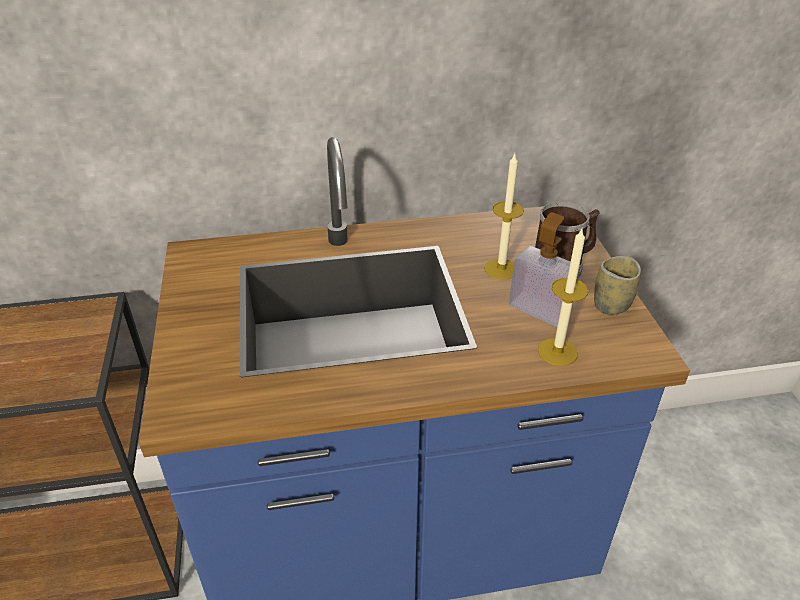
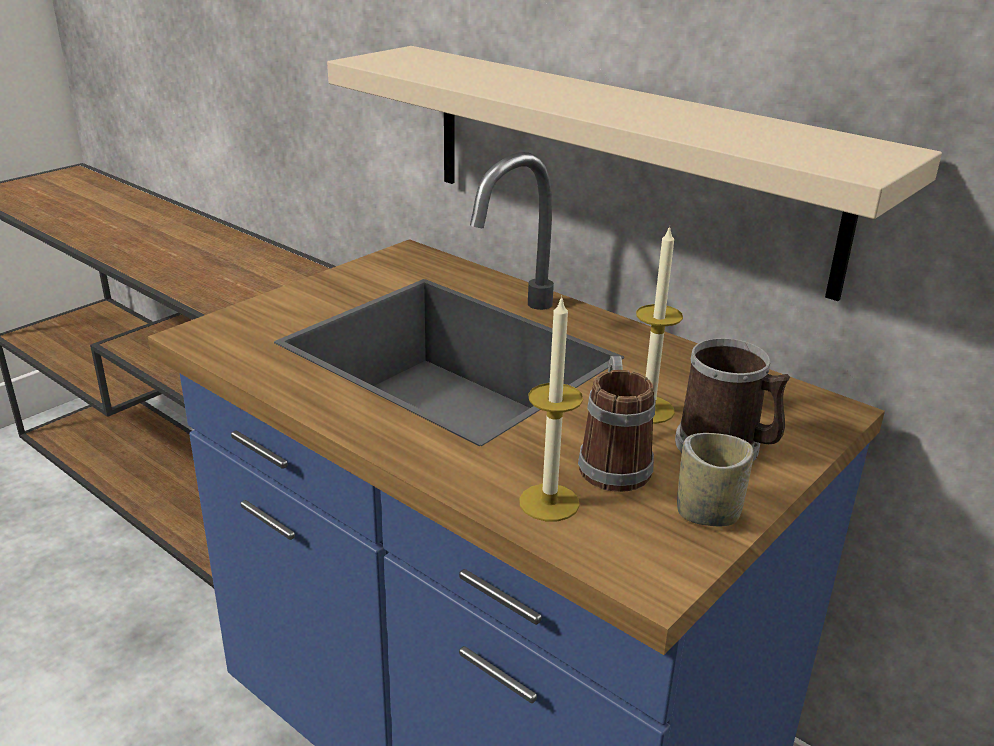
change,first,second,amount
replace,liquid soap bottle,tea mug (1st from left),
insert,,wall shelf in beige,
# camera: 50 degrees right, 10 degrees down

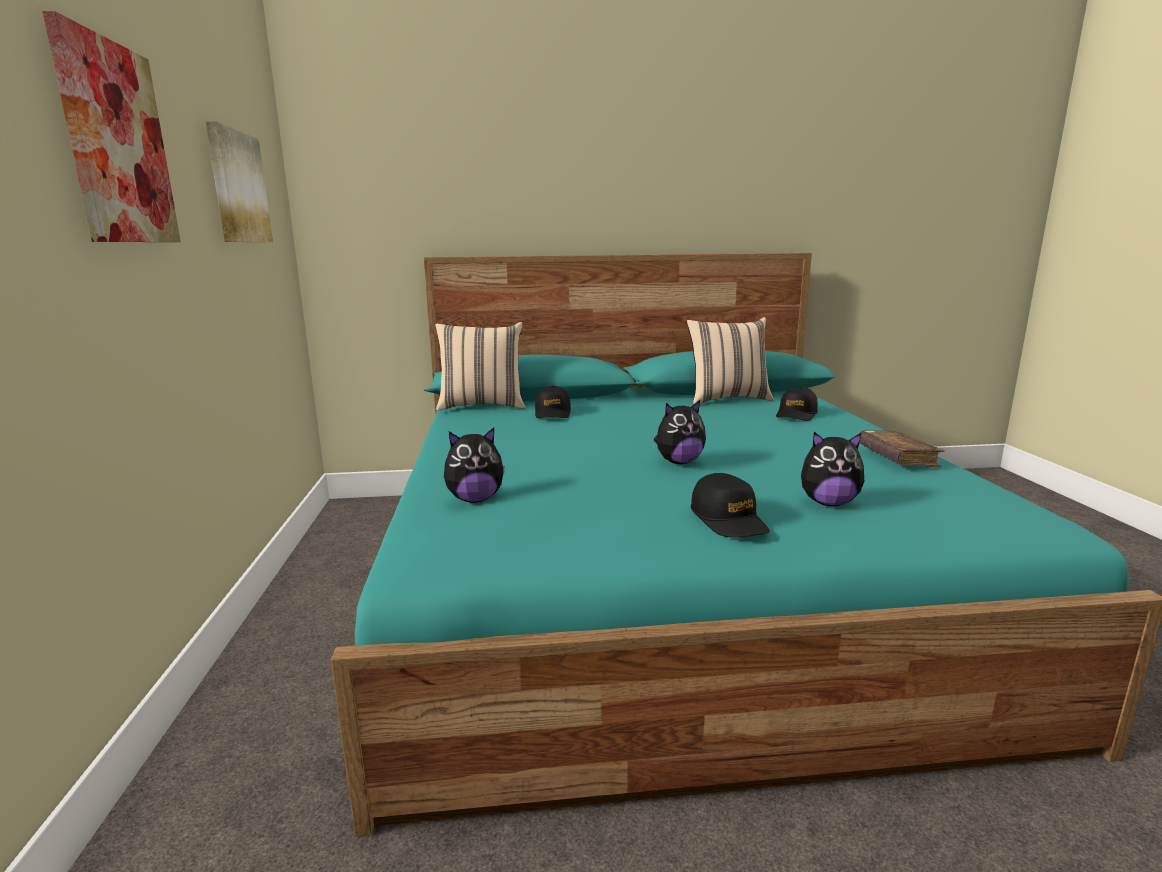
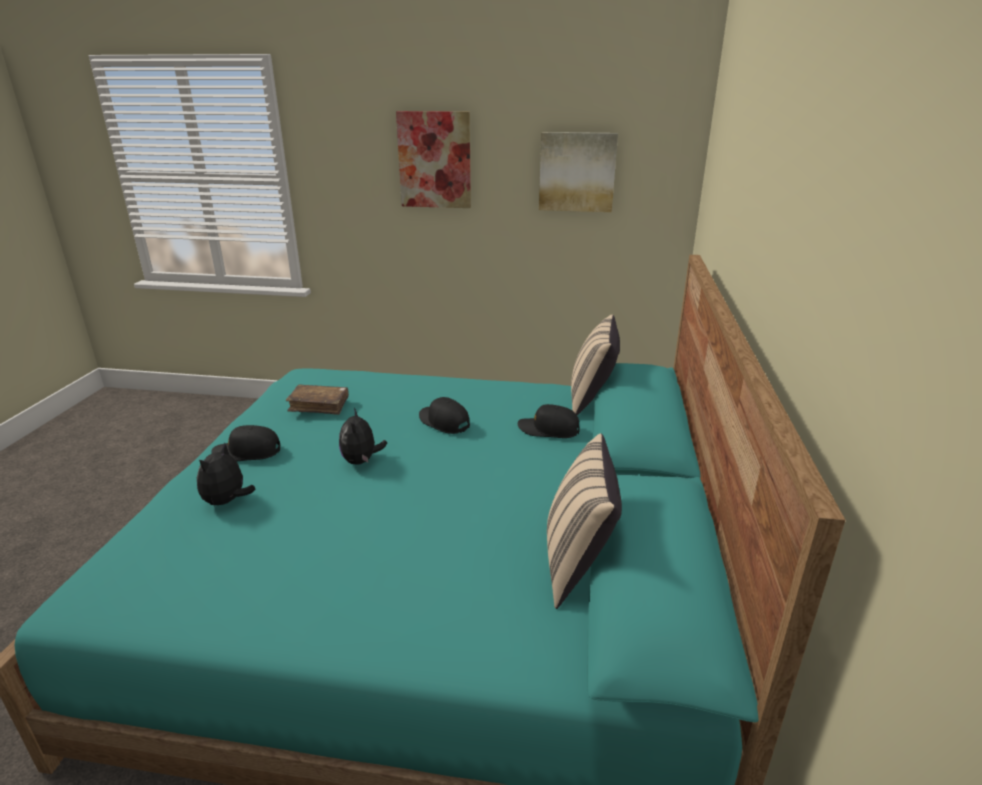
change,first,second,amount
move,cap in blackish (3rd from left in the first image),cap in blackish (2nd from left),
delete,soft toy (1st from left),,
move,bound book in brownish,,
# camera: 105 degrees right, 10 degrees up

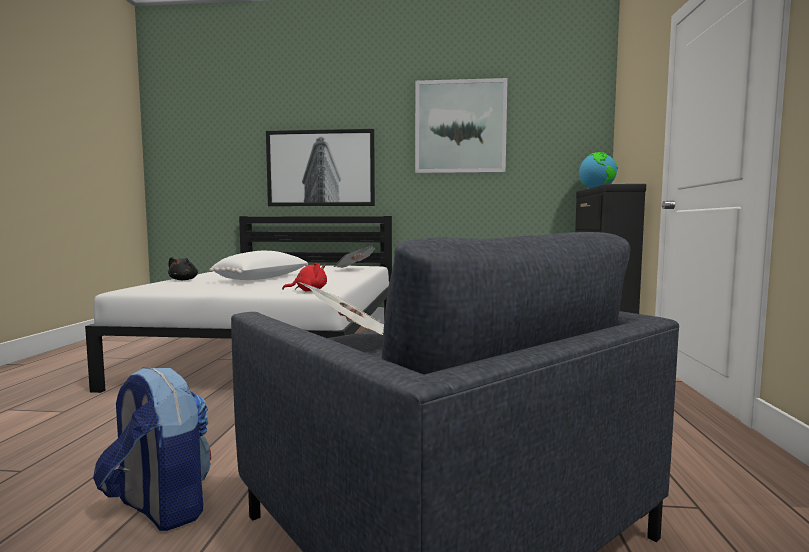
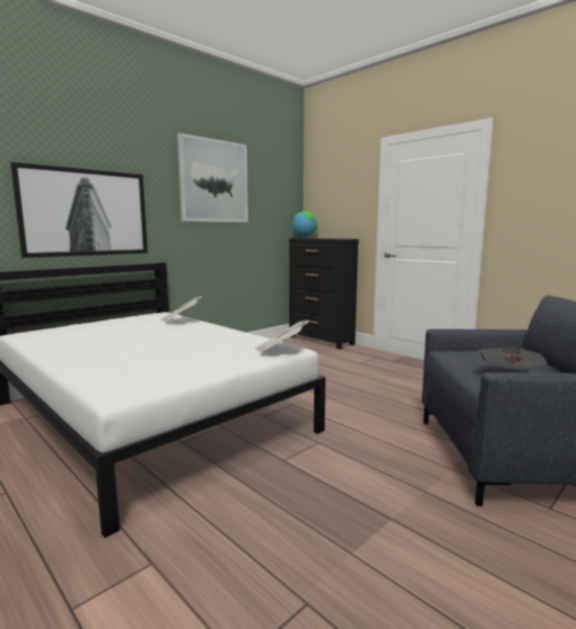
change,first,second,amount
delete,cushion in white,,
delete,soft toy in blackish,,
replace,soft toy in reddish,newspaper (2nd from left),
delete,knapsack,,
# camera: 50 degrees left, 5 degrees up

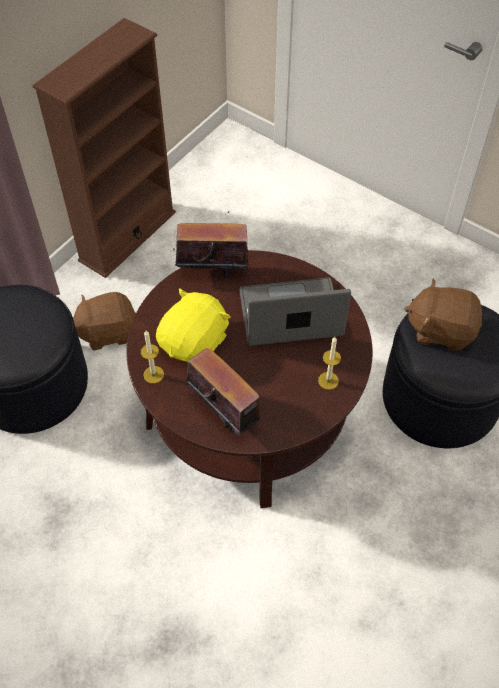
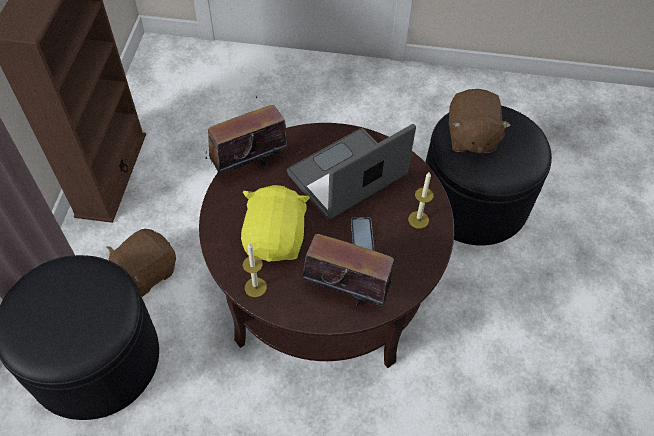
change,first,second,amount
rotate,soft toy in brownish (2nd from left),,75 degrees counterclockwise
insert,,telephone,
# camera: 30 degrees left, 0 degrees up

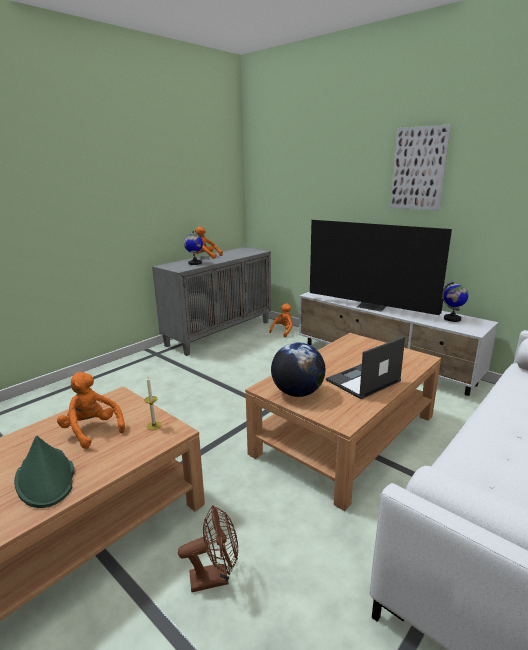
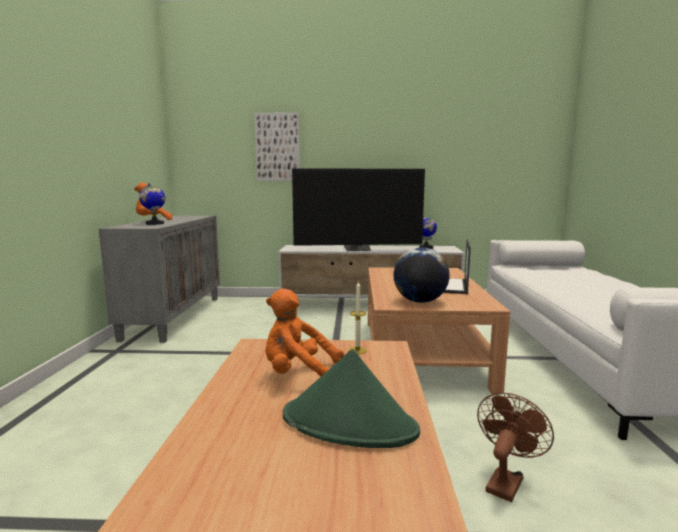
change,first,second,amount
move,wall art,,
delete,soft toy in orange (3rd from left),,
# camera: 40 degrees left, 10 degrees down

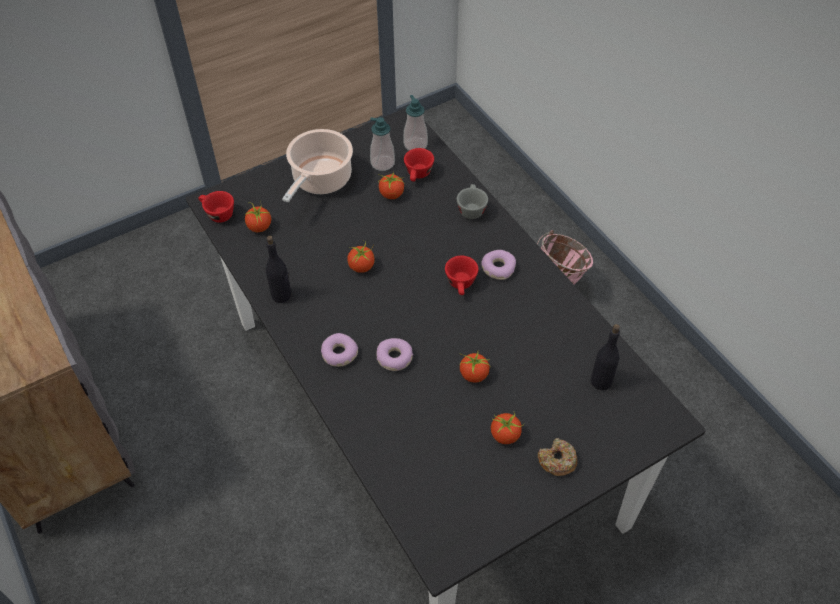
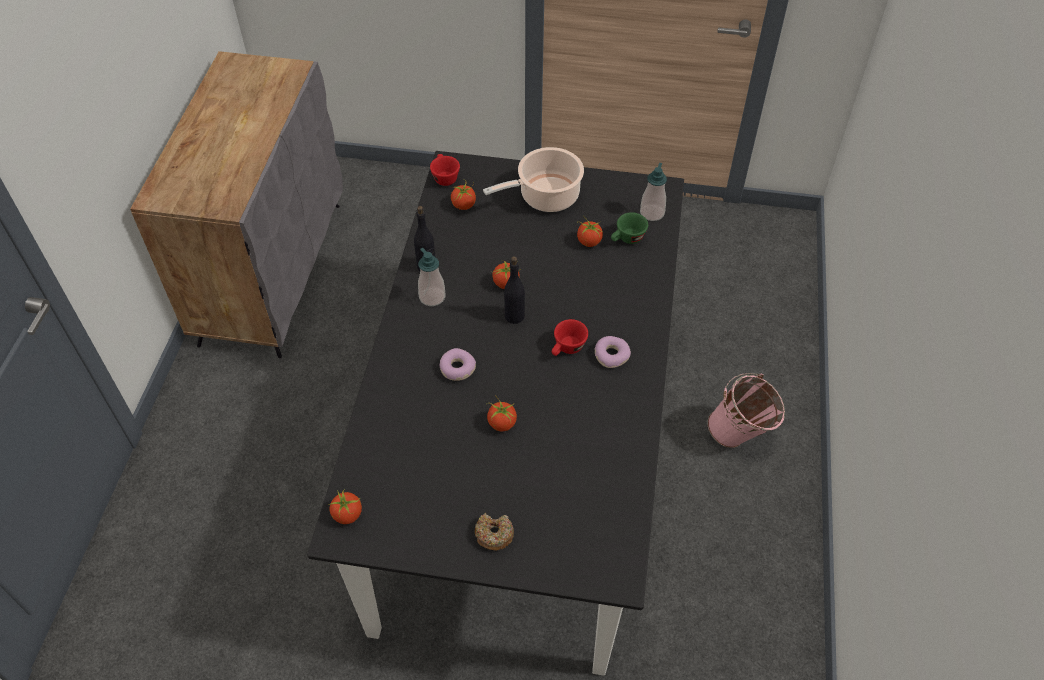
change,first,second,amount
move,liquid soap bottle (1st from left),,
recolor,drinking cup in reddish (2nd from left),drinking cup in greenish,
delete,drinking cup in gray,,
move,drink bottle in blackish (2nd from left),,
delete,doughnut (1st from left),,
move,fresh tomato (5th from left in the first image),fresh tomato (1st from left),
# camera: 40 degrees right, 0 degrees up

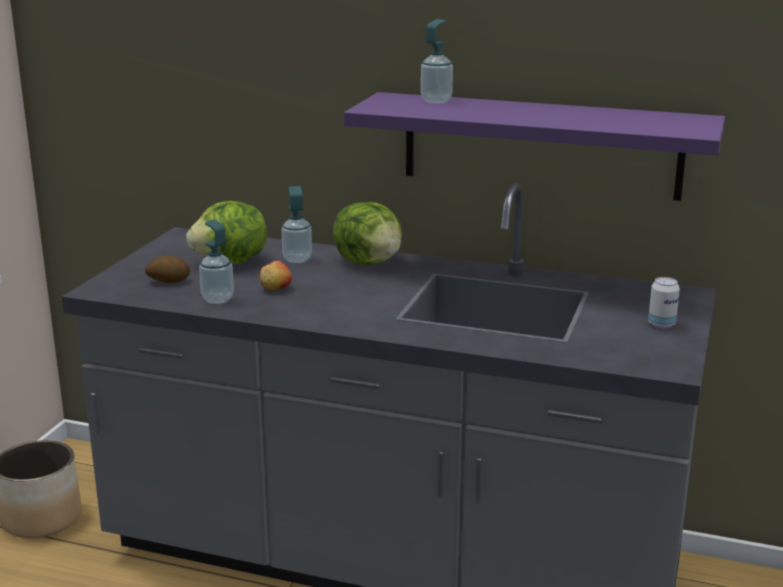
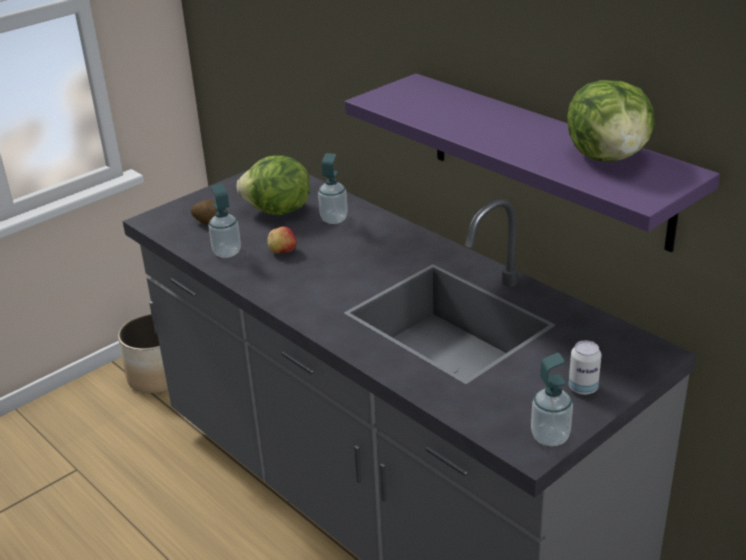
change,first,second,amount
move,liquid soap bottle (3rd from left),,
move,head of lettuce (2nd from left),,
# camera: 30 degrees right, 10 degrees up

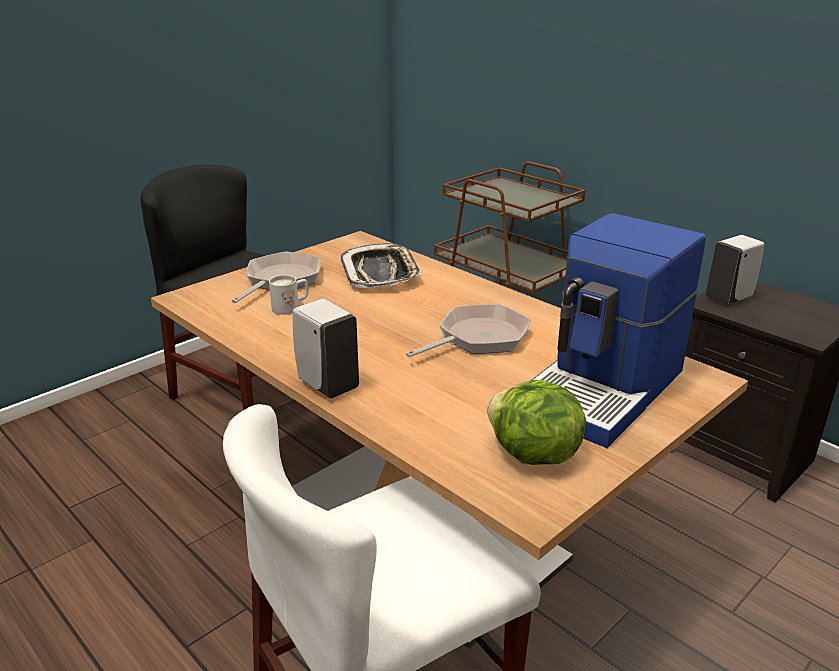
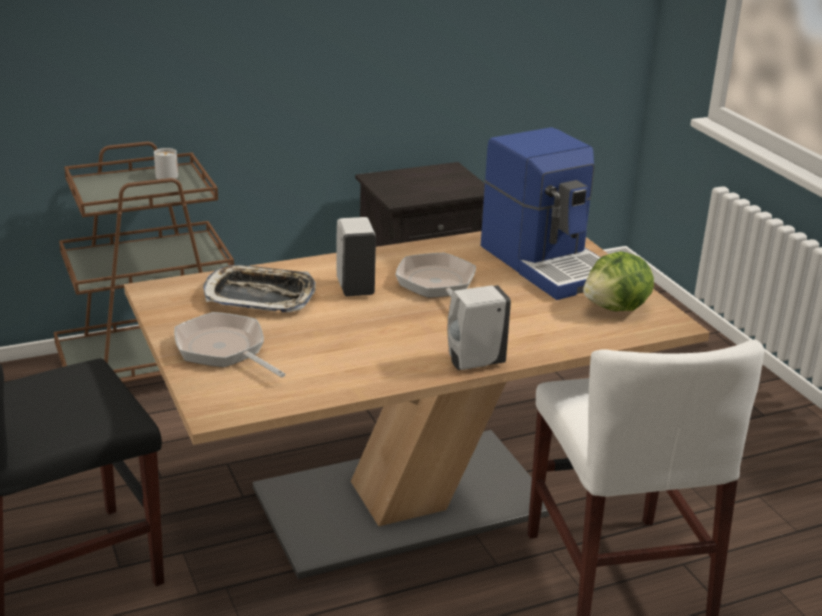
change,first,second,amount
move,liquid soap bottle in white (2nd from left in the first image),liquid soap bottle in white (1st from left),
move,tea mug in white,,
# camera: 70 degrees left, 0 degrees up

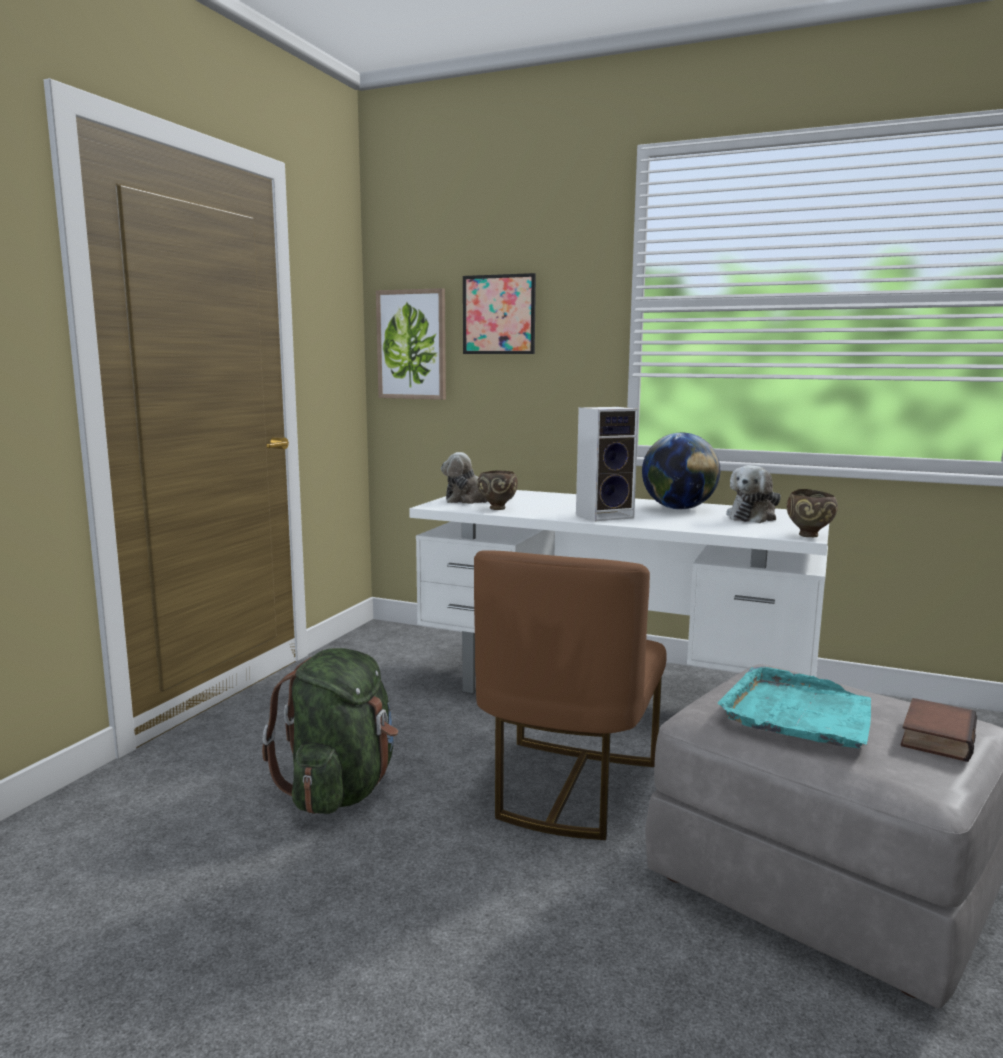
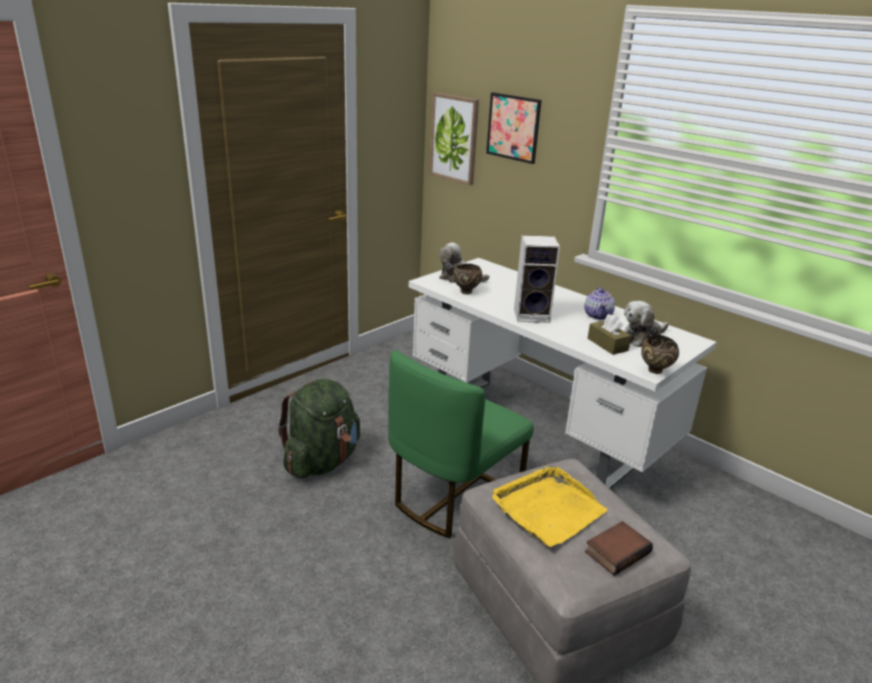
change,first,second,amount
replace,globe,pot for tea,
recolor,plain chair in brownish,plain chair in greenish,
recolor,serving tray in turquoise-coloured,serving tray in yellowish,
insert,,tissue box in brownish,
# camera: 20 degrees right, 15 degrees up

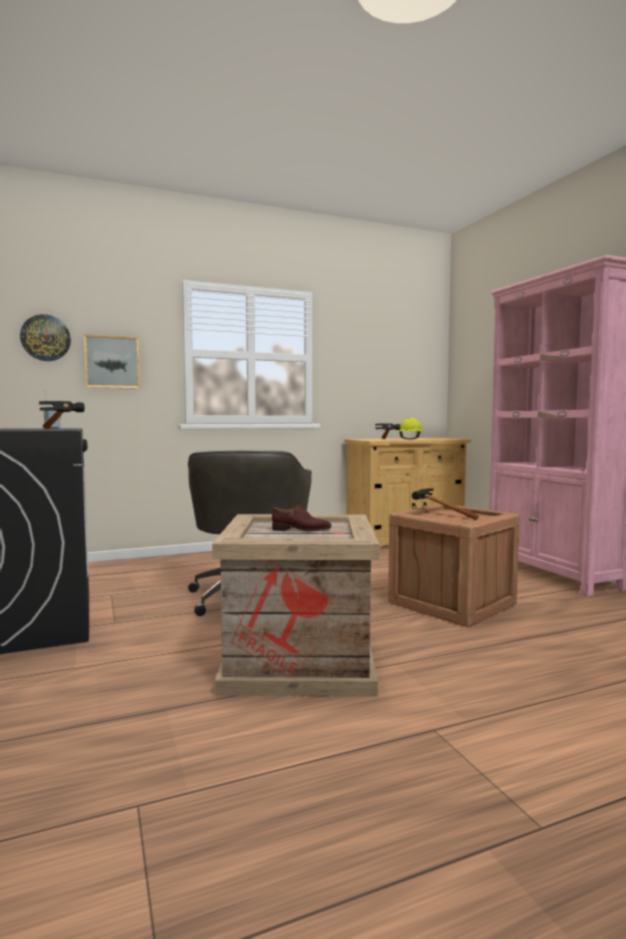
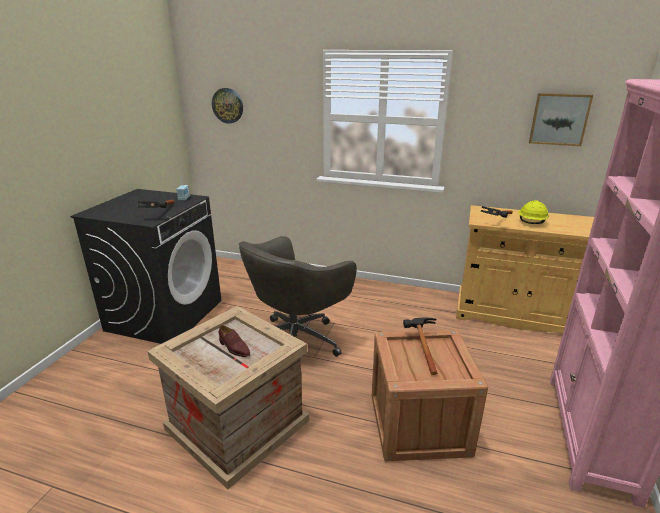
change,first,second,amount
move,wall art,,
# camera: 40 degrees right, 20 degrees up

